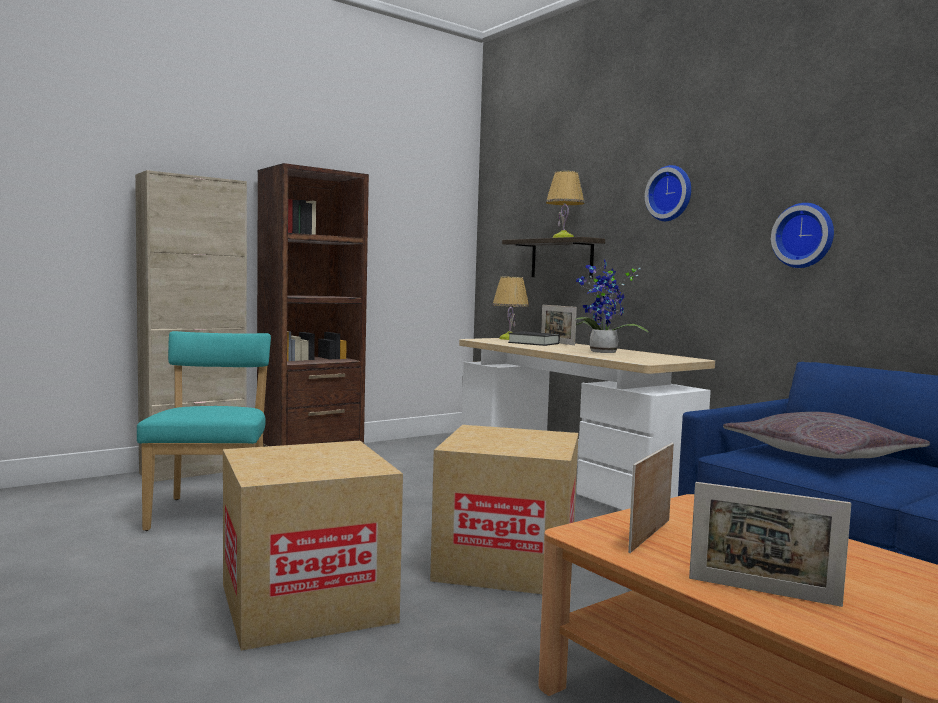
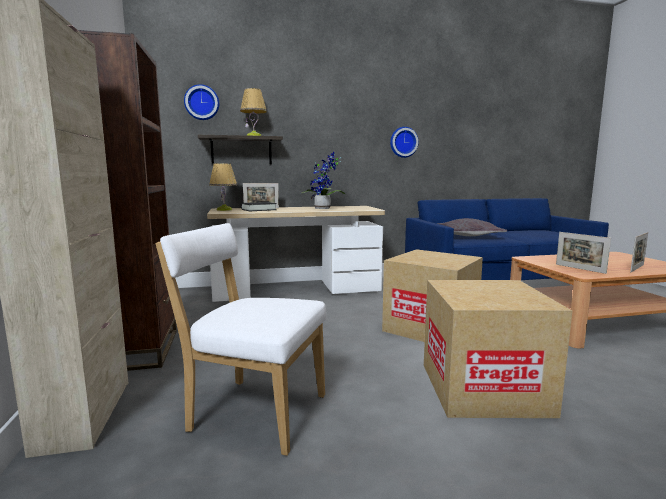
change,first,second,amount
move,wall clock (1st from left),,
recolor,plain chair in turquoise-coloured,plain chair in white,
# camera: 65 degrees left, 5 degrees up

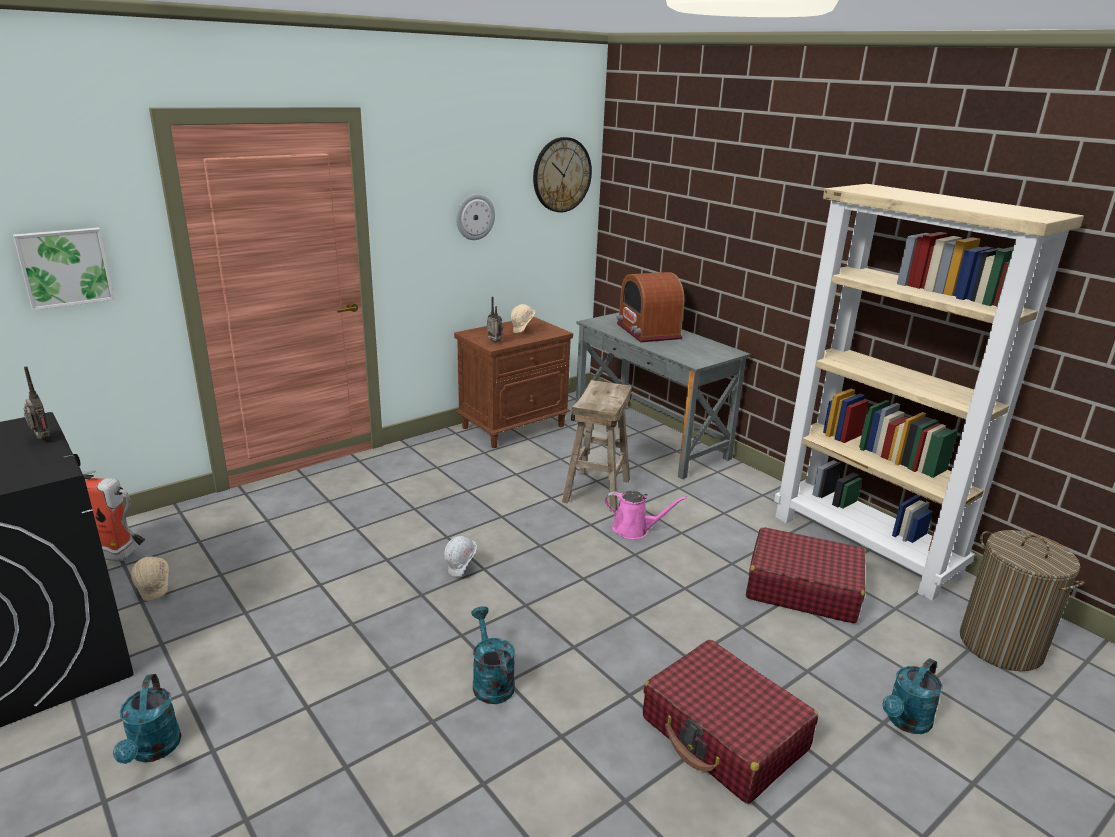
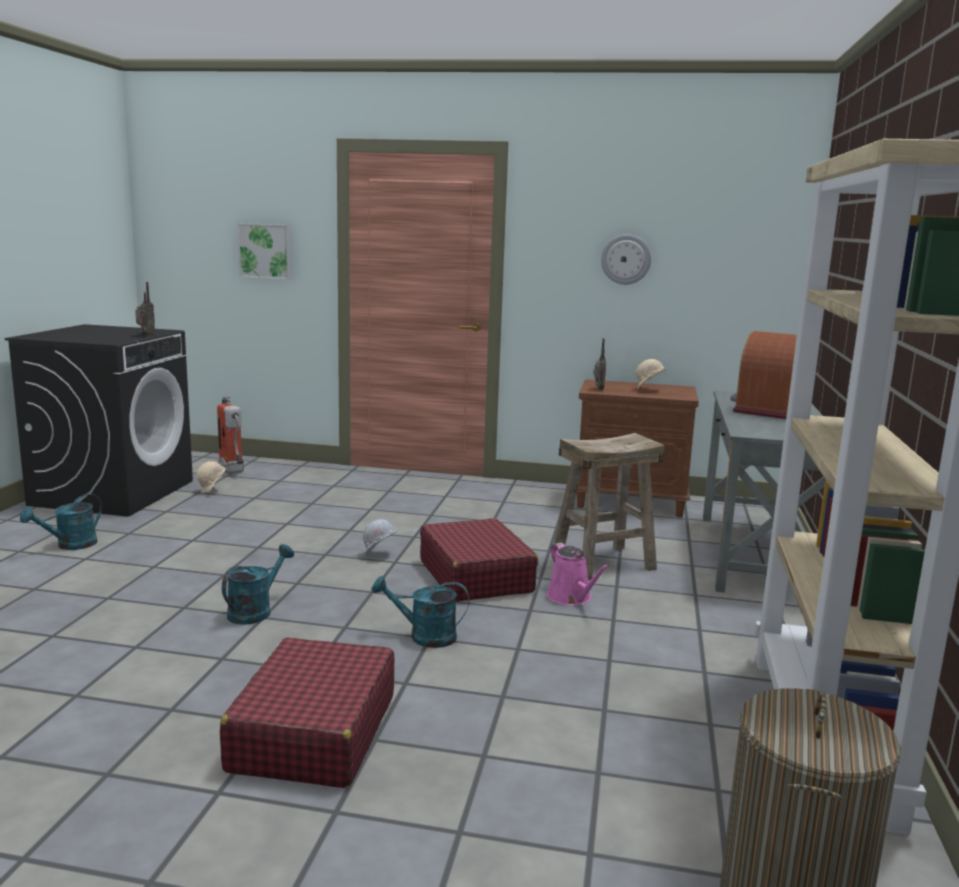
change,first,second,amount
delete,wall clock (2nd from left),,
move,travel case in reddish (2nd from left),,
move,watering can in turquoise-coloured (3rd from left),,
# camera: 50 degrees right, 10 degrees down

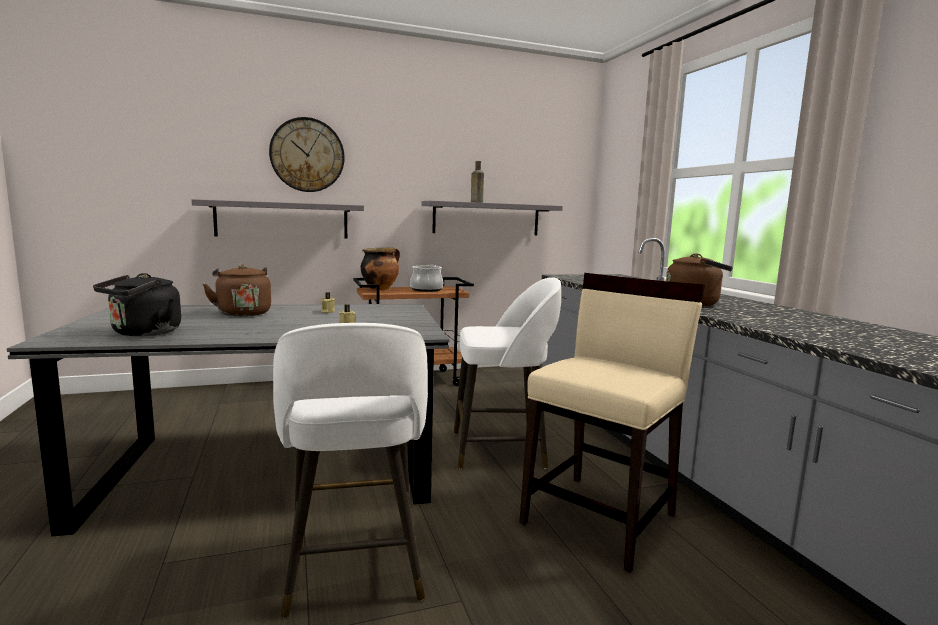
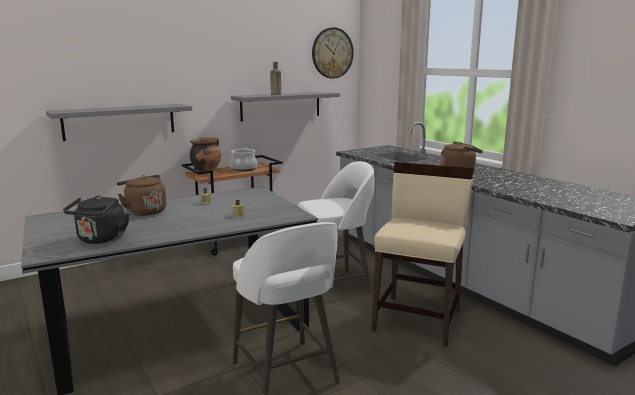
change,first,second,amount
move,wall clock,,
# camera: 15 degrees left, 5 degrees up

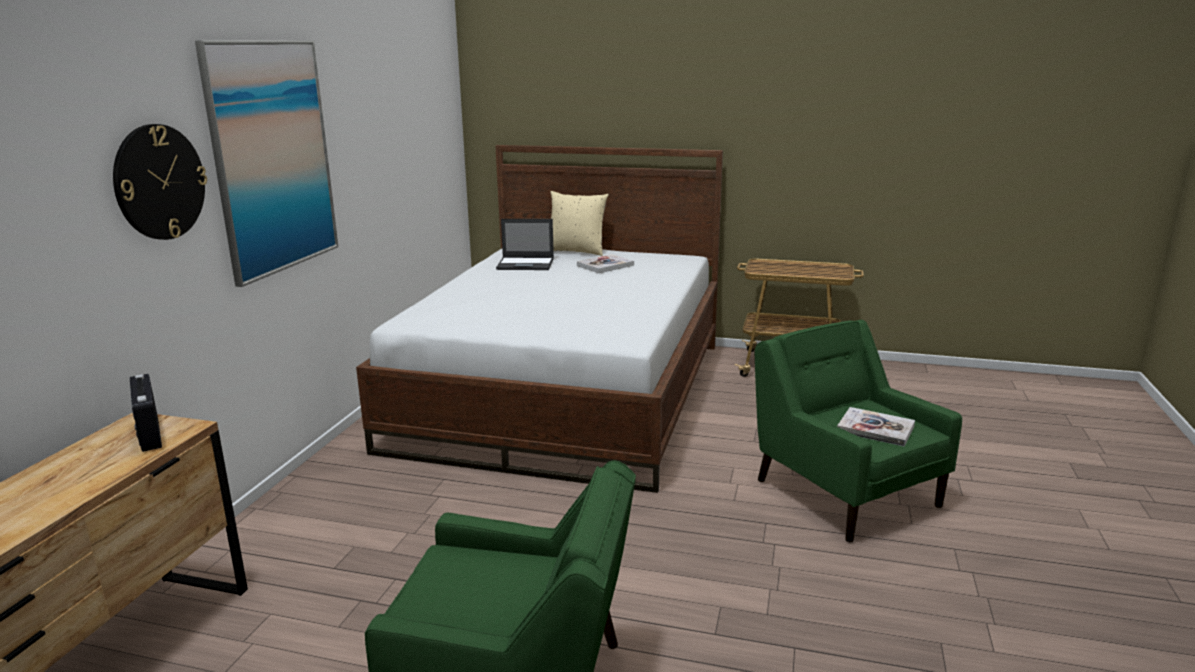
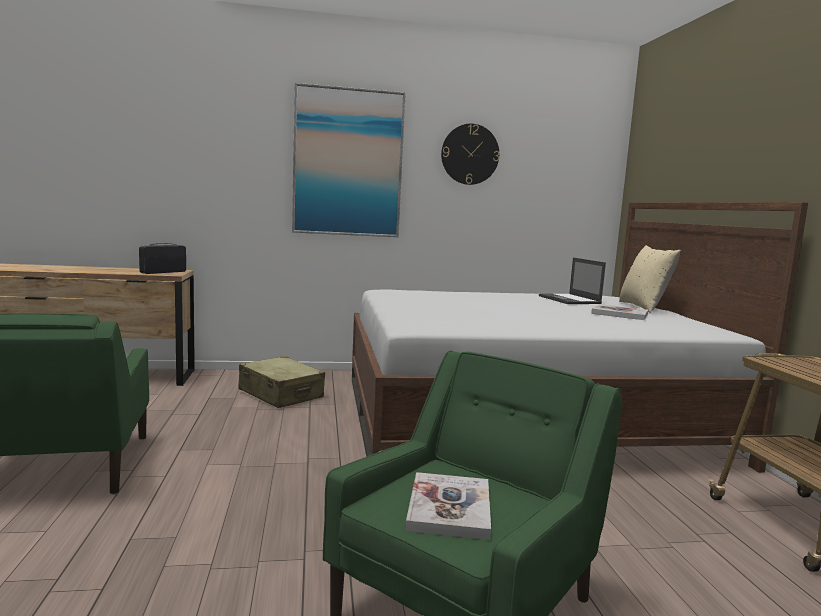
change,first,second,amount
move,wall clock,,
insert,,travel case in beige,
# camera: 65 degrees right, 10 degrees down

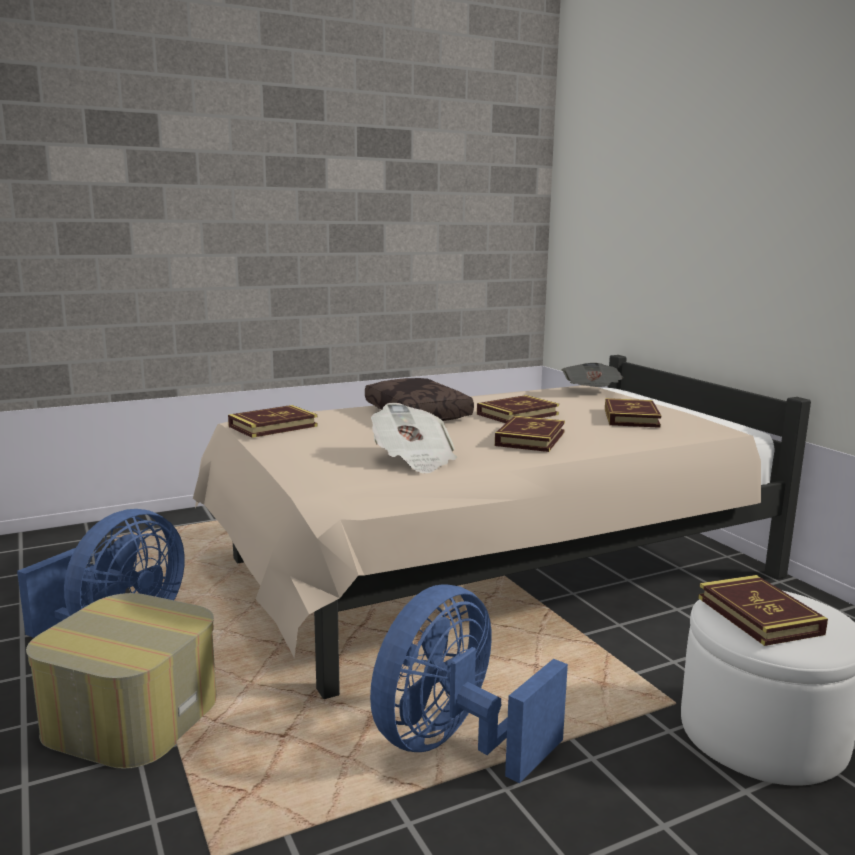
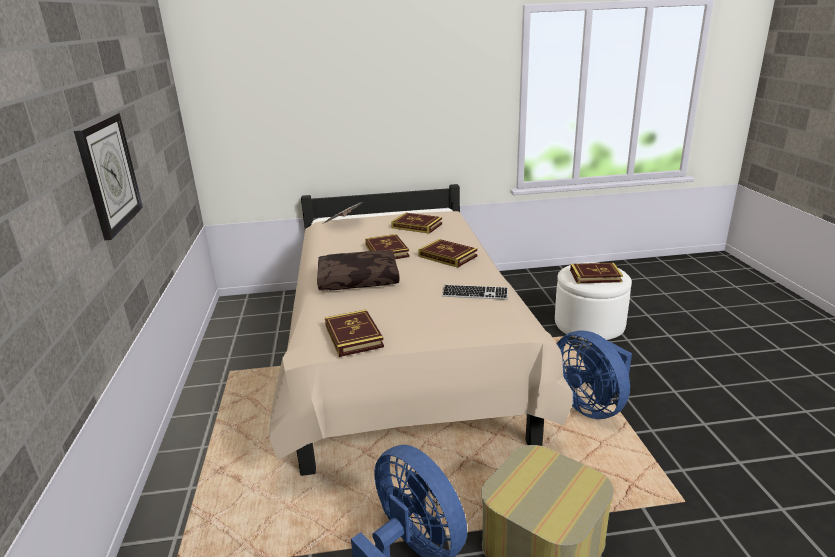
change,first,second,amount
replace,newspaper (1st from left),PC keyboard,
insert,,wall clock,
# camera: 70 degrees left, 10 degrees up

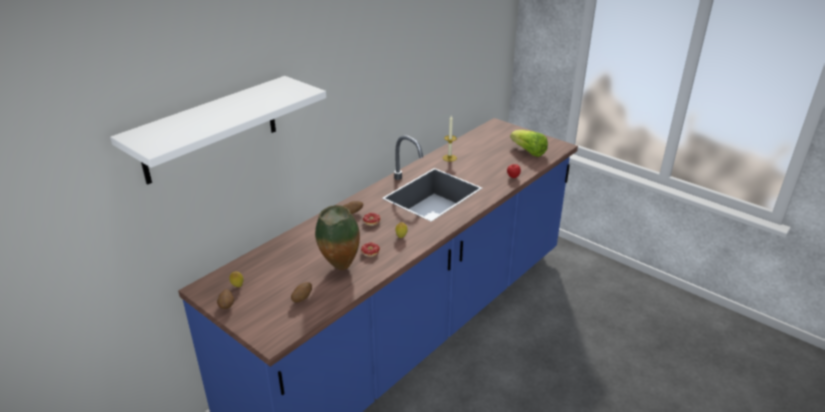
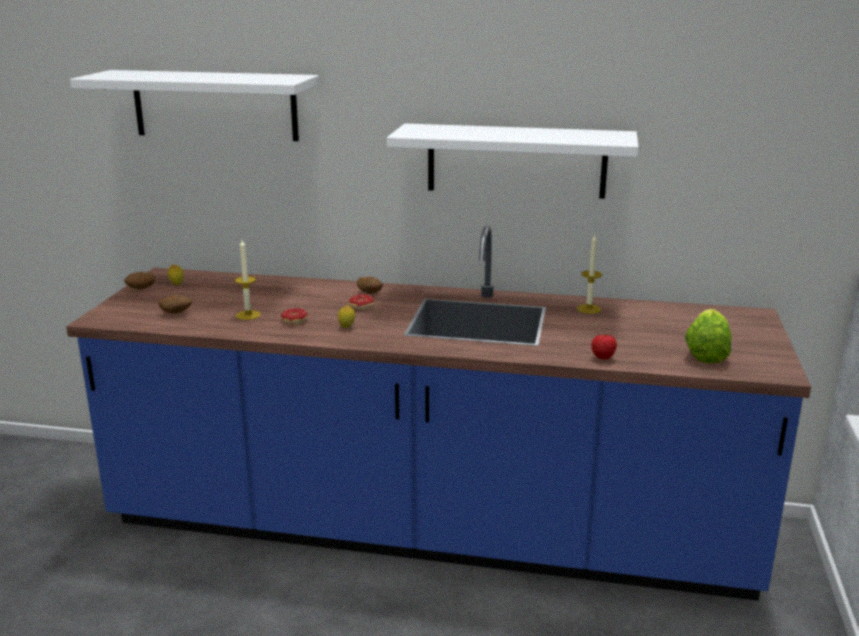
change,first,second,amount
replace,flower vase,wax light (1st from left),
insert,,wall shelf in white (2nd from left),
# camera: 60 degrees right, 10 degrees down

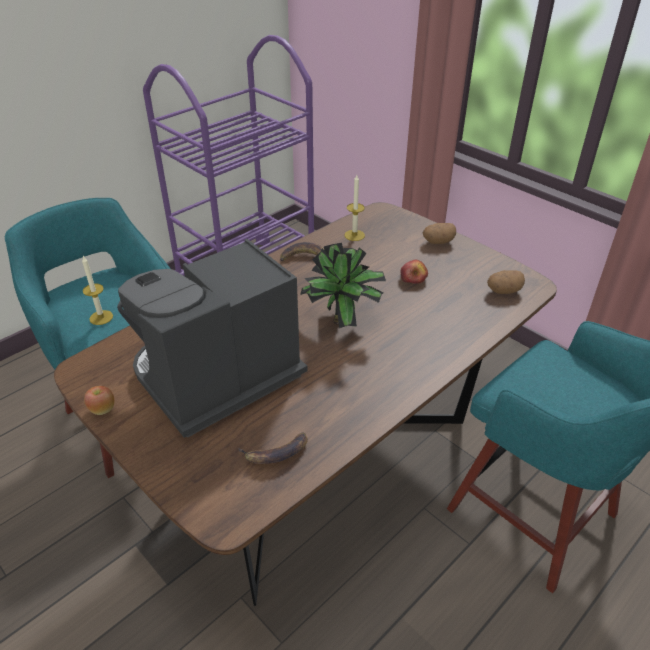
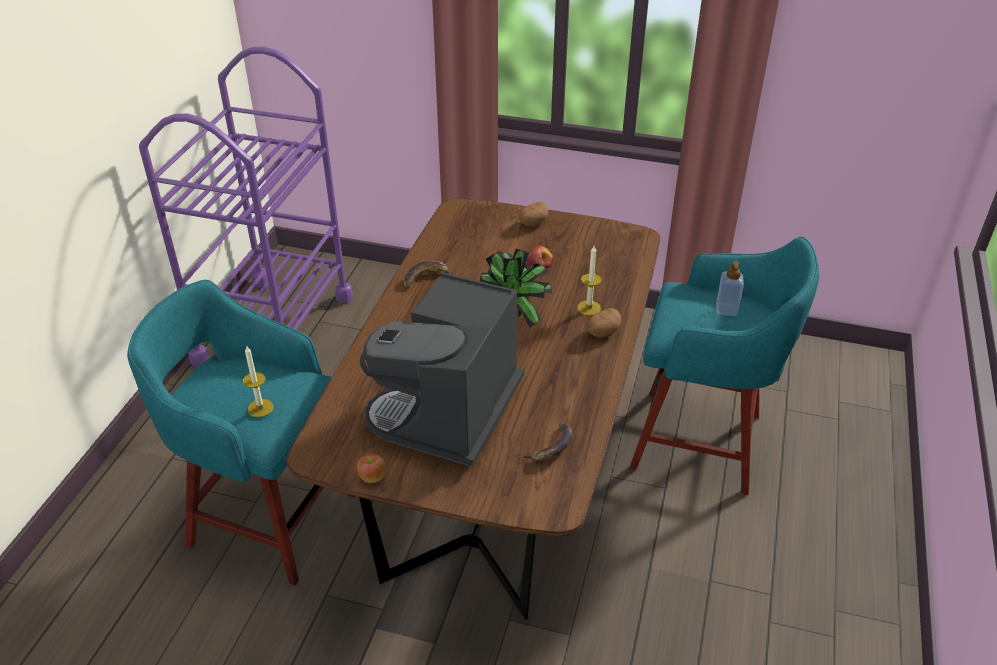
change,first,second,amount
move,wax light (2nd from left),,
move,spud (2nd from left),,
insert,,liquid soap bottle,
# camera: 30 degrees left, 0 degrees up

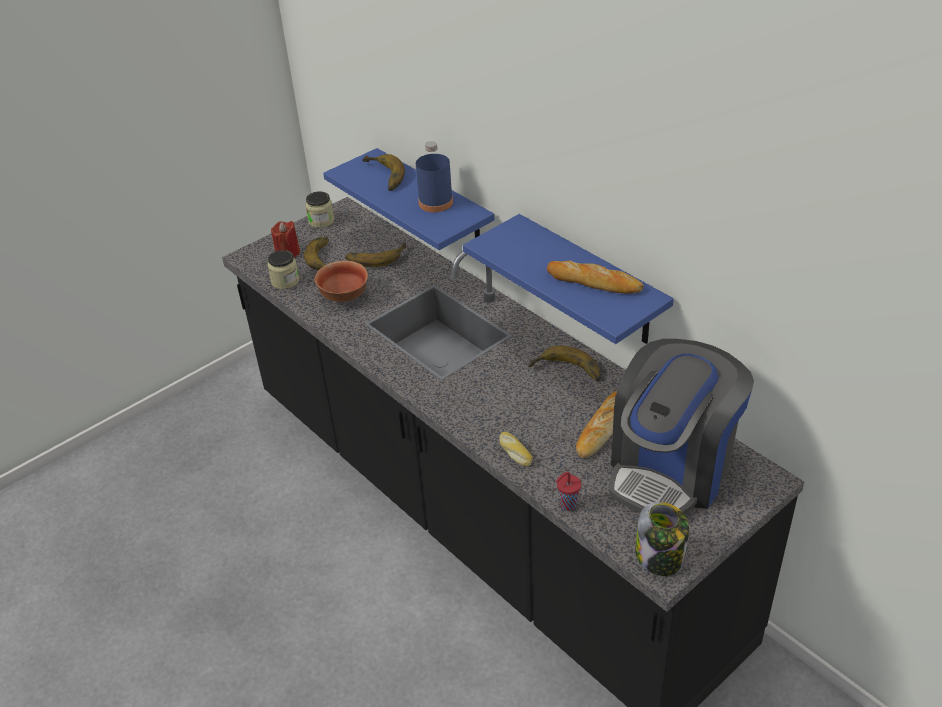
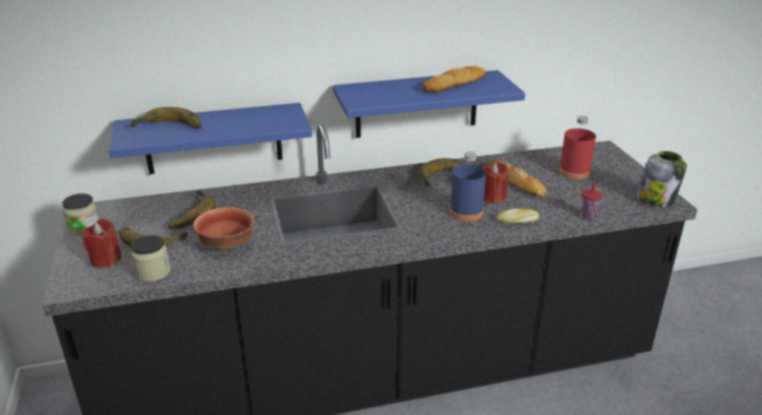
change,first,second,amount
move,drink bottle in blue-coloured,,
replace,coffee maker,drink bottle in reddish,
insert,,wax light in reddish (2nd from left),
# camera: 65 degrees left, 10 degrees down

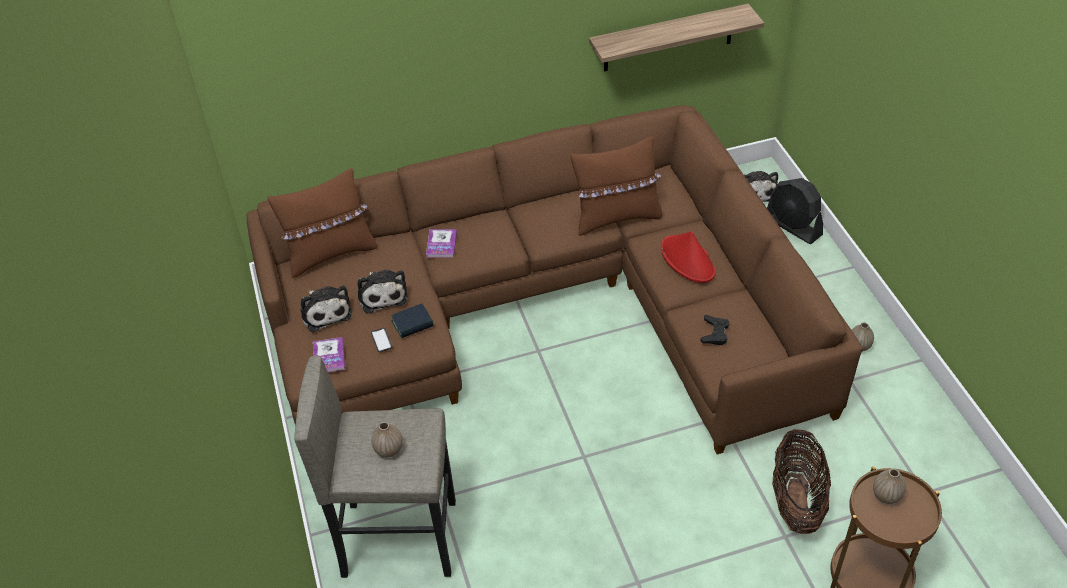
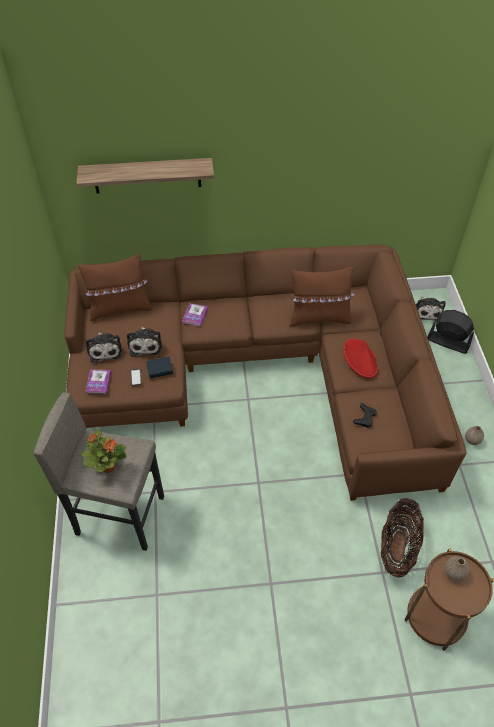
change,first,second,amount
move,wall shelf,,
rotate,electric fan in blackish,,150 degrees clockwise
replace,flower vase (1st from left),potted plant,
# camera: 10 degrees right, 5 degrees up

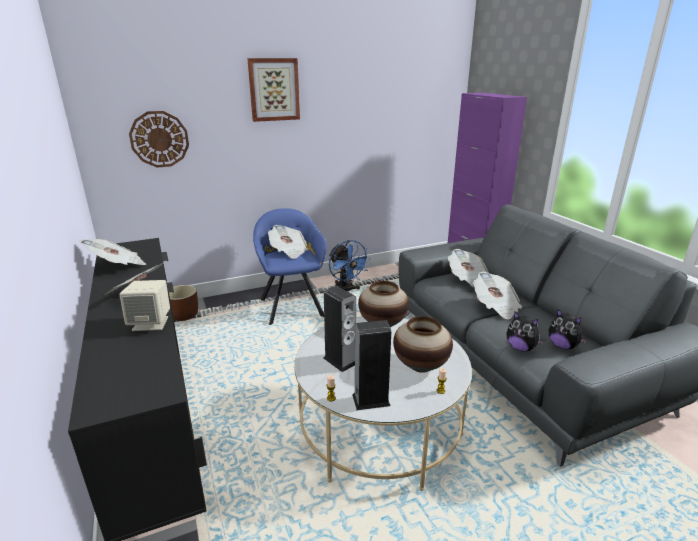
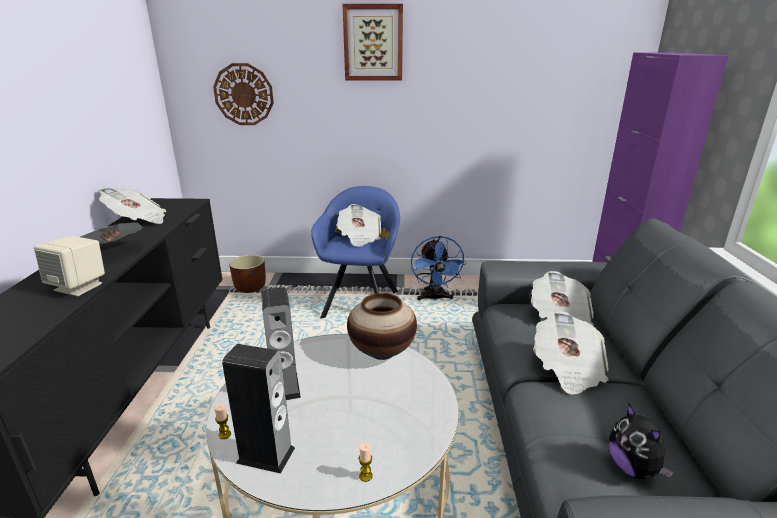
change,first,second,amount
delete,soft toy (1st from left),,
delete,flower vase (2nd from left),,
# camera: 25 degrees right, 0 degrees up

